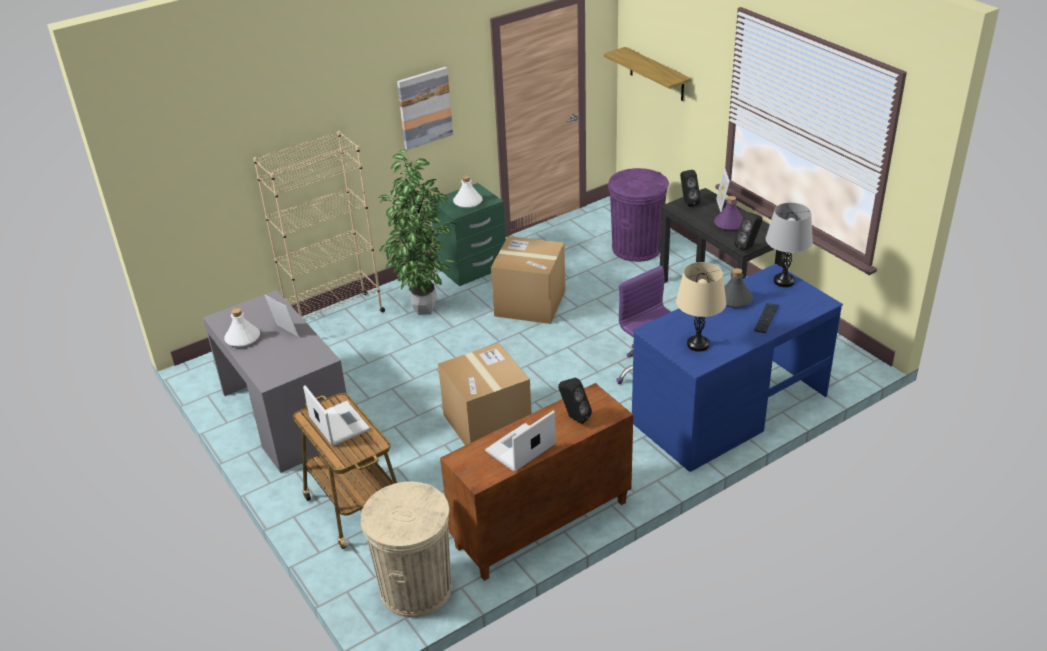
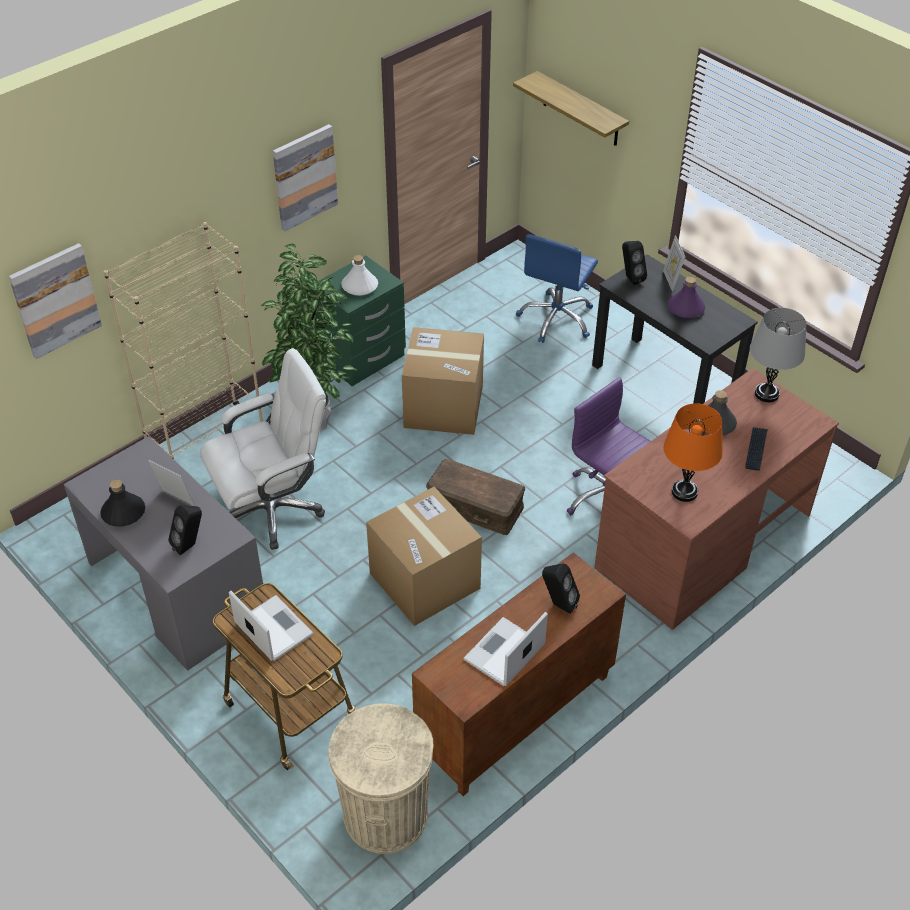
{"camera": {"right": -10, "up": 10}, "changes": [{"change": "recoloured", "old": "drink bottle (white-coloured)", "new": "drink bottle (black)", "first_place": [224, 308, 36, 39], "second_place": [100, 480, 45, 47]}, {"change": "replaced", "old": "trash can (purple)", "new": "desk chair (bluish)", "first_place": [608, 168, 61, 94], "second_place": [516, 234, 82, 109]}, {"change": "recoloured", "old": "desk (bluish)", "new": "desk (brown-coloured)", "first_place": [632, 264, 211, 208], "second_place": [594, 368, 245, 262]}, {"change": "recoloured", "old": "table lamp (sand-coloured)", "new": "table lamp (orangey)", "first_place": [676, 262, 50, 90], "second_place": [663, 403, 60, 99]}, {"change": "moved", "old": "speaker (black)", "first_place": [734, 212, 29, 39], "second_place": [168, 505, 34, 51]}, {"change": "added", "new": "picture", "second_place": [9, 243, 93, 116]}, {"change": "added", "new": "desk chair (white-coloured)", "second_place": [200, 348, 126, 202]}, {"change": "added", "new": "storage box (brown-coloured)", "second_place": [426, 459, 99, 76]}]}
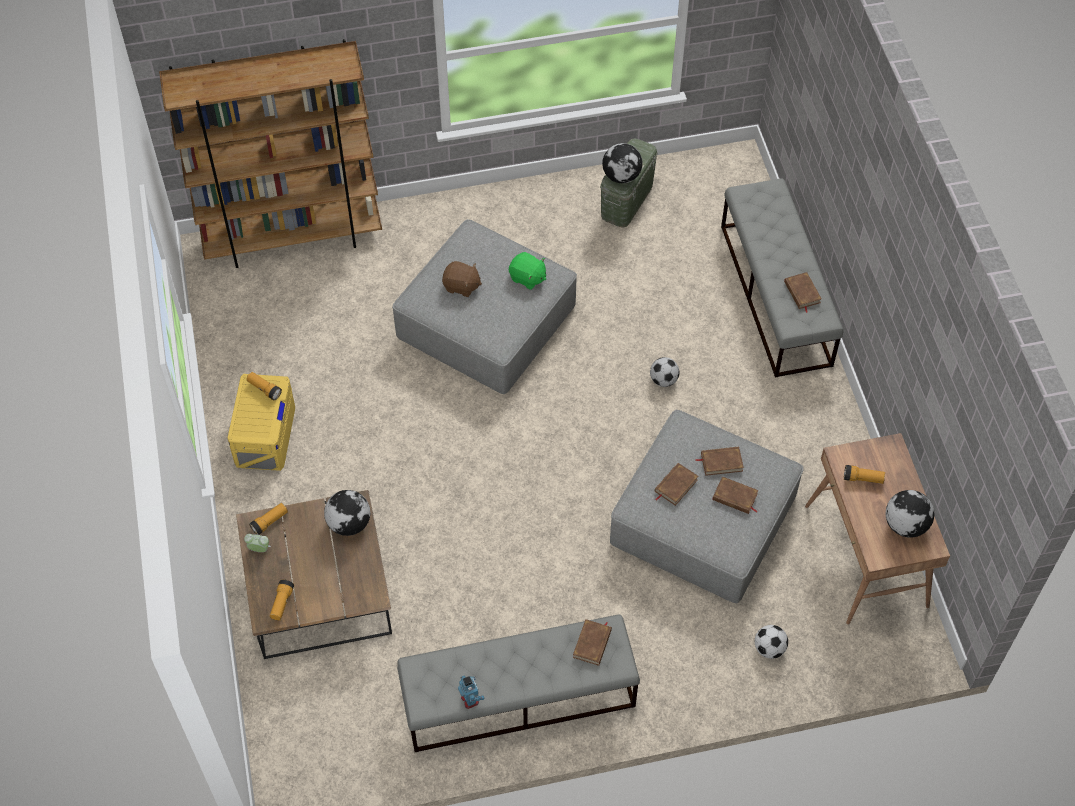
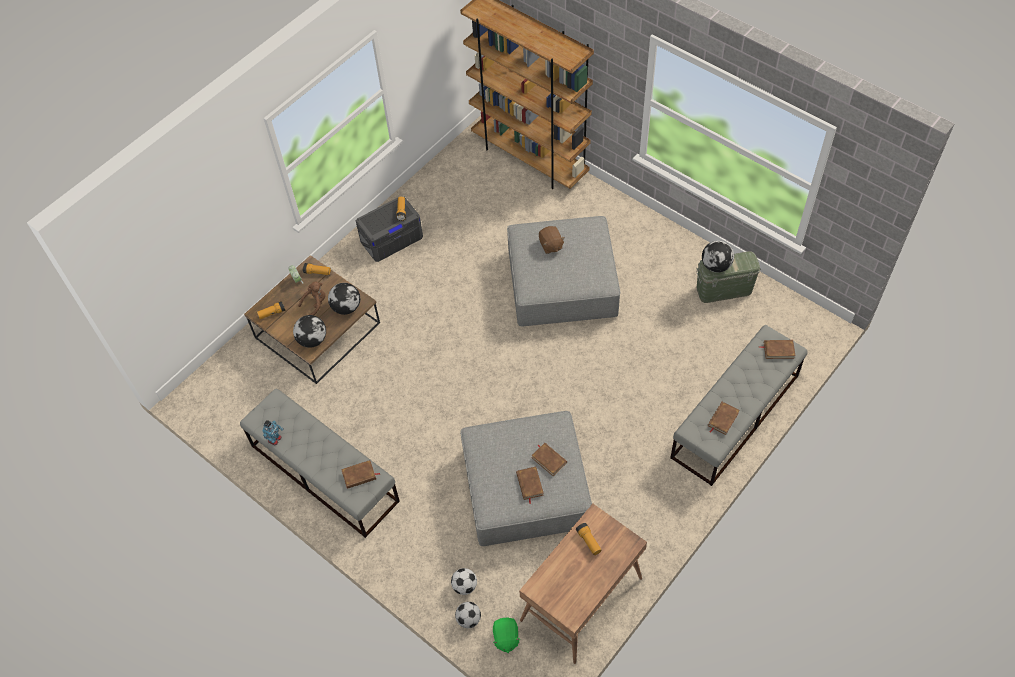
{"camera": {"right": 55, "up": 0}, "changes": [{"change": "recoloured", "old": "storage box (yellow-coloured)", "new": "storage box (greyish)", "first_place": [228, 374, 67, 97], "second_place": [356, 196, 67, 66]}, {"change": "moved", "old": "cuddly toy (green)", "first_place": [509, 252, 37, 38], "second_place": [493, 618, 27, 35]}, {"change": "moved", "old": "football", "first_place": [650, 357, 30, 30], "second_place": [455, 602, 26, 26]}, {"change": "moved", "old": "volume (brown-coloured)", "first_place": [655, 463, 44, 43], "second_place": [759, 340, 37, 19]}, {"change": "moved", "old": "globe", "first_place": [885, 490, 49, 48], "second_place": [293, 315, 33, 33]}, {"change": "added", "new": "cuddly toy (brown-coloured)", "second_place": [298, 282, 27, 33]}]}
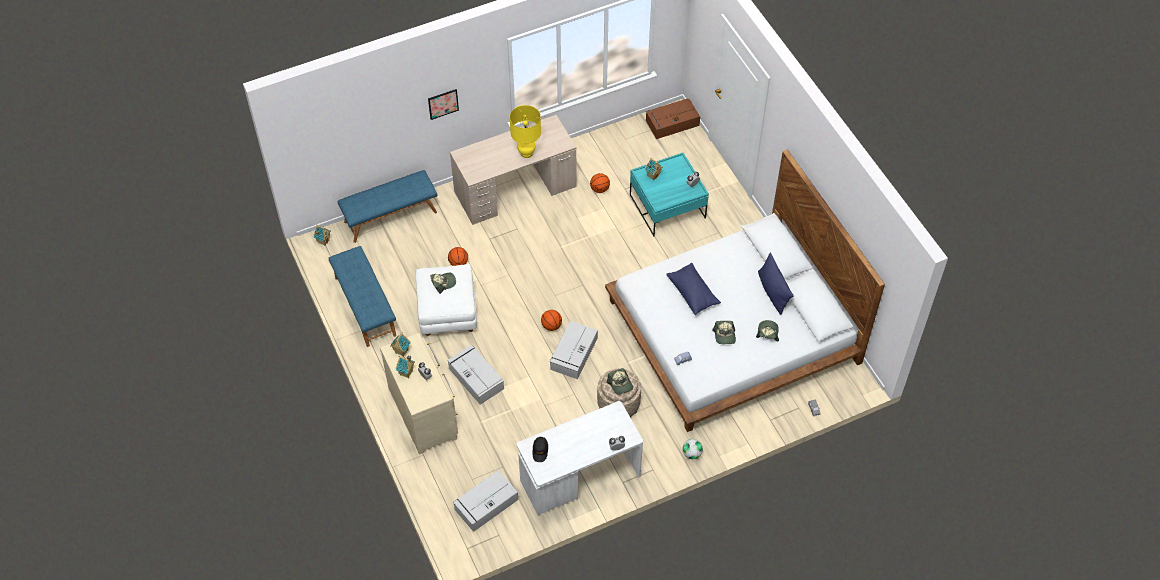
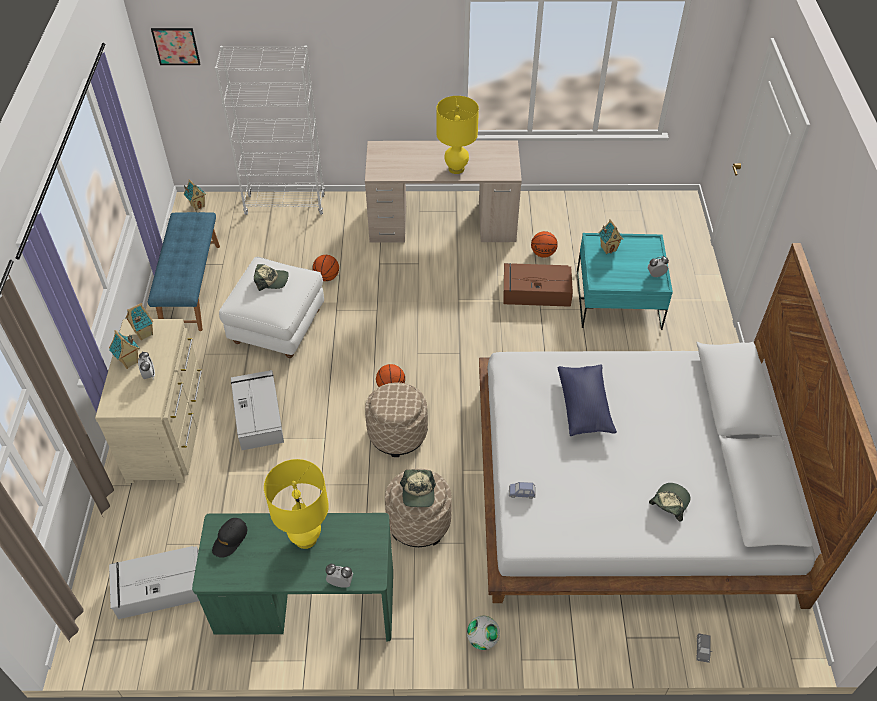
{"camera": {"right": 25, "up": -5}, "changes": [{"change": "replaced", "old": "indoor bench (bluish)", "new": "bookcase (white-coloured)", "first_place": [338, 170, 99, 73], "second_place": [215, 46, 110, 169]}, {"change": "moved", "old": "picture", "first_place": [428, 89, 31, 31], "second_place": [151, 28, 49, 37]}, {"change": "recoloured", "old": "desk (white-coloured)", "new": "desk (green)", "first_place": [517, 401, 126, 114], "second_place": [192, 513, 201, 129]}, {"change": "replaced", "old": "storage box (greyish)", "new": "pouffe (sand-coloured)", "first_place": [550, 321, 48, 58], "second_place": [365, 383, 63, 74]}, {"change": "moved", "old": "storage box (brown-coloured)", "first_place": [646, 98, 54, 41], "second_place": [504, 263, 69, 44]}, {"change": "removed", "old": "peaked cap", "first_place": [712, 321, 24, 23]}, {"change": "removed", "old": "cushion (bluish)", "first_place": [758, 253, 36, 62]}, {"change": "added", "new": "table lamp (yellow-coloured)", "second_place": [264, 459, 65, 90]}]}
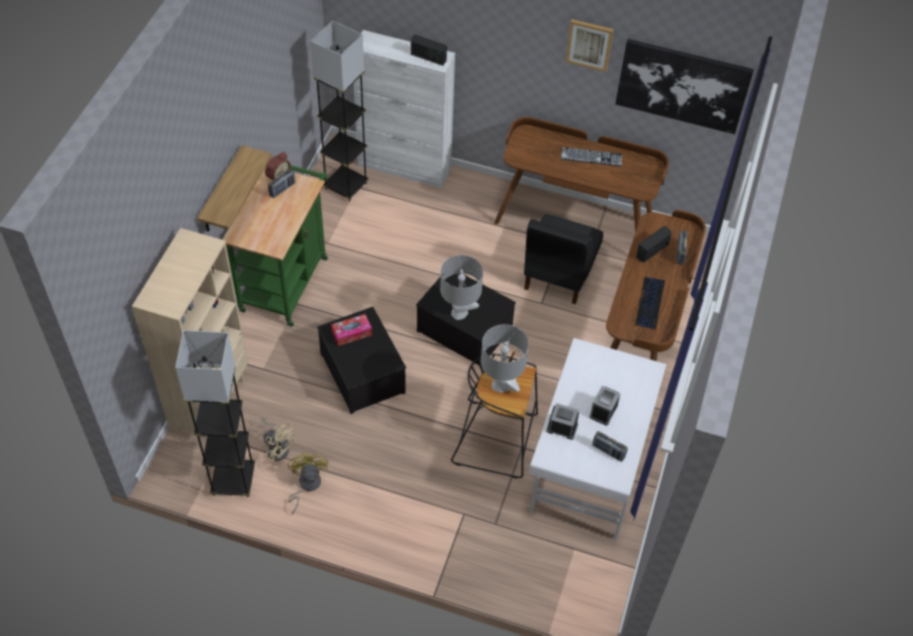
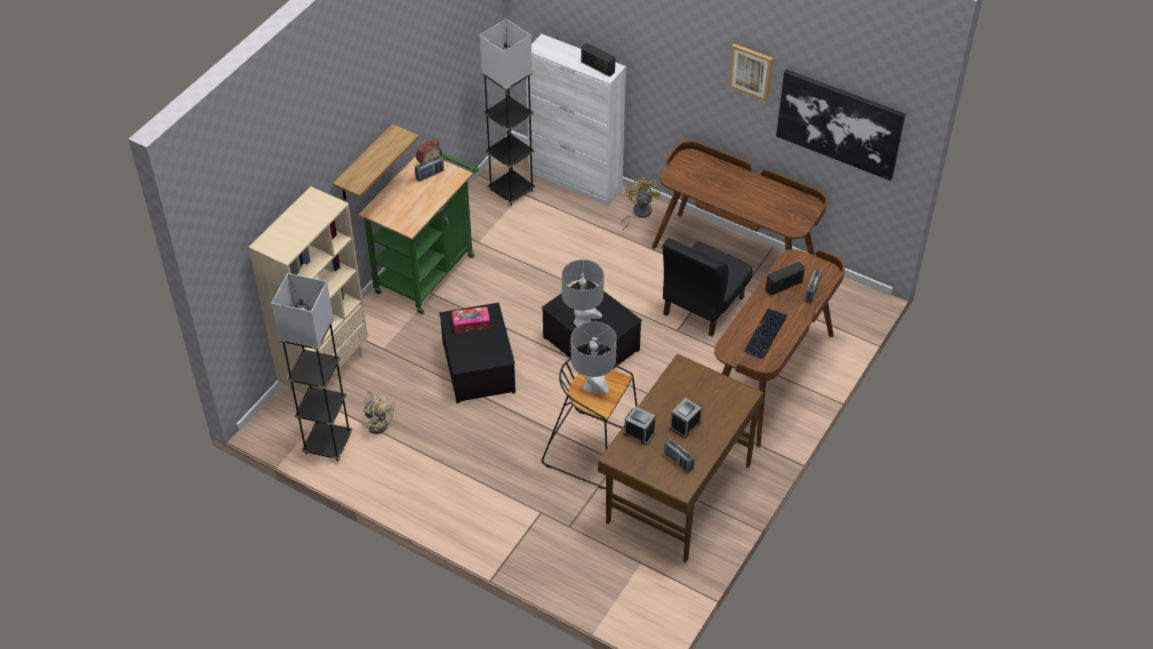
{"camera": {"right": 15, "up": -5}, "changes": [{"change": "moved", "old": "fan (yellow-coloured)", "first_place": [288, 451, 40, 64], "second_place": [621, 177, 40, 54]}, {"change": "recoloured", "old": "desk (white-coloured)", "new": "desk (brown-coloured)", "first_place": [529, 338, 138, 202], "second_place": [598, 354, 165, 209]}, {"change": "removed", "old": "PC keyboard", "first_place": [561, 147, 61, 19]}]}
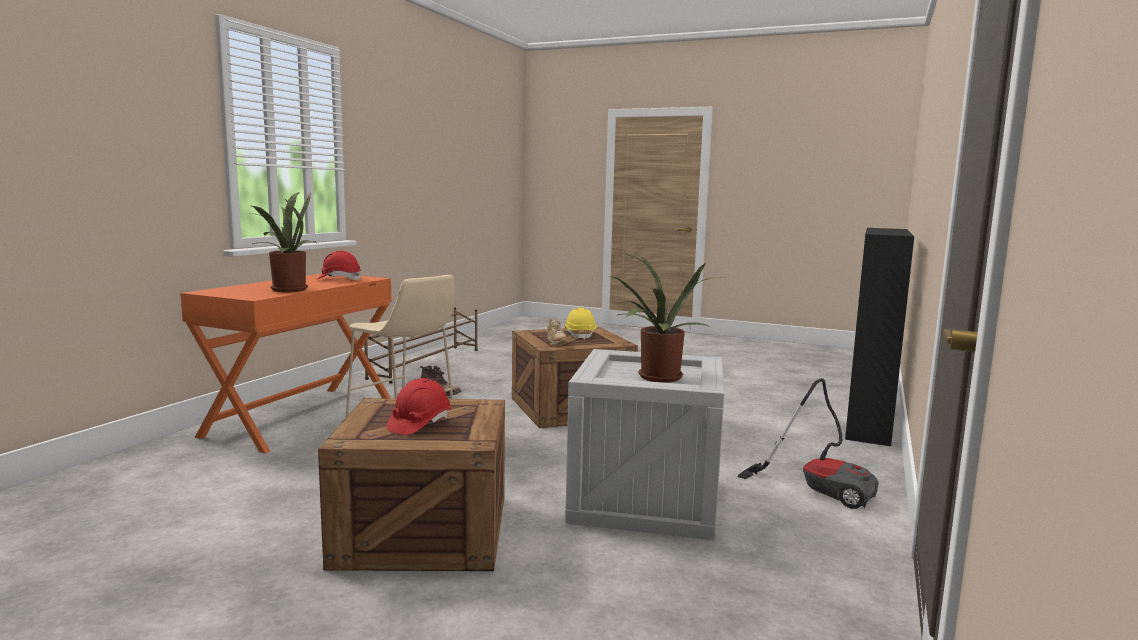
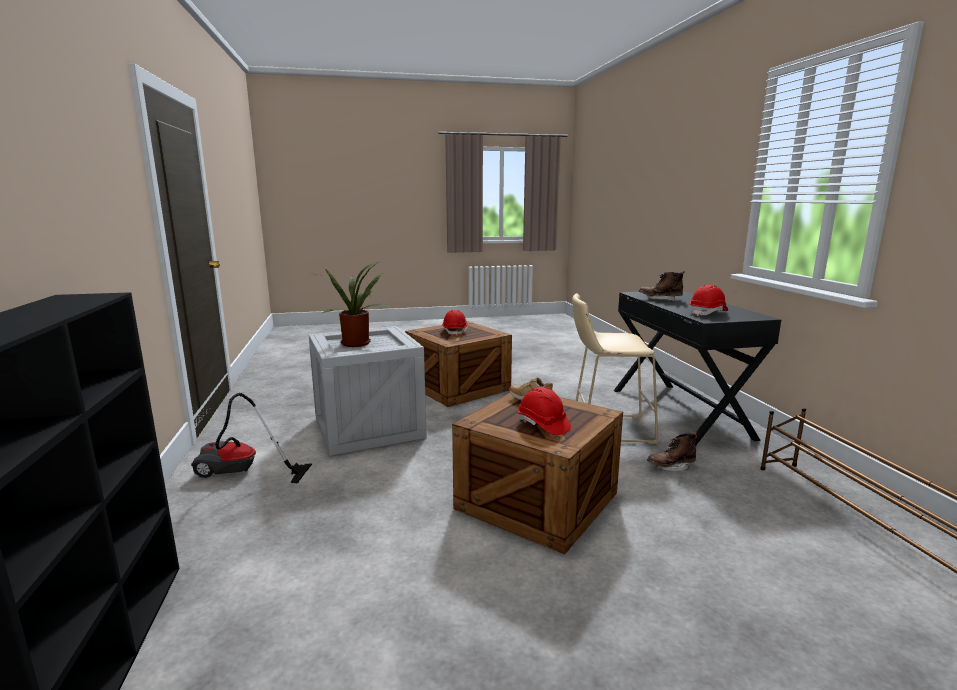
{"camera": {"right": 145, "up": 5}, "changes": [{"change": "recoloured", "old": "desk (orangey)", "new": "desk (black)", "first_place": [180, 274, 212, 179], "second_place": [614, 291, 167, 155]}, {"change": "replaced", "old": "plant in a pot", "new": "high-top boot (brown-coloured)", "first_place": [251, 192, 65, 100], "second_place": [639, 271, 46, 30]}, {"change": "recoloured", "old": "safety helmet (yellow-coloured)", "new": "safety helmet (reddish)", "first_place": [565, 308, 32, 32], "second_place": [518, 387, 53, 48]}]}
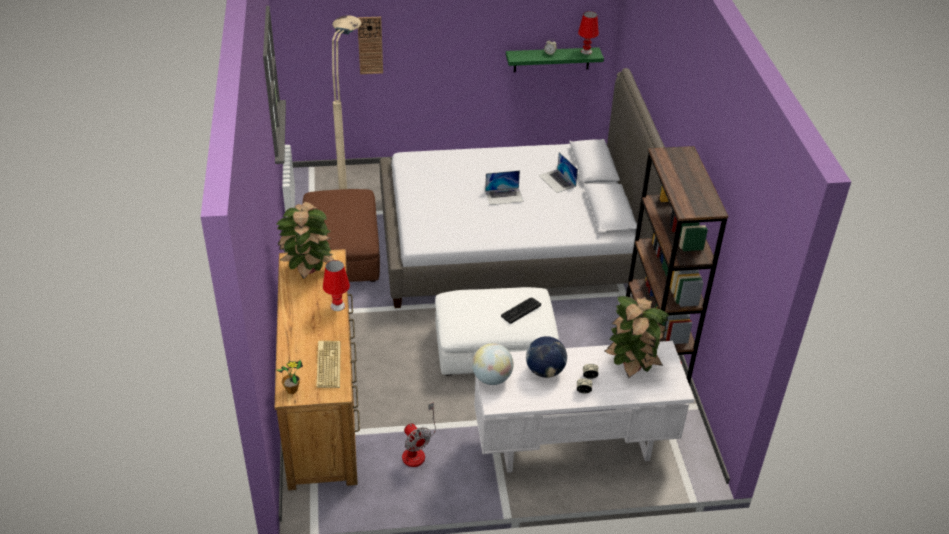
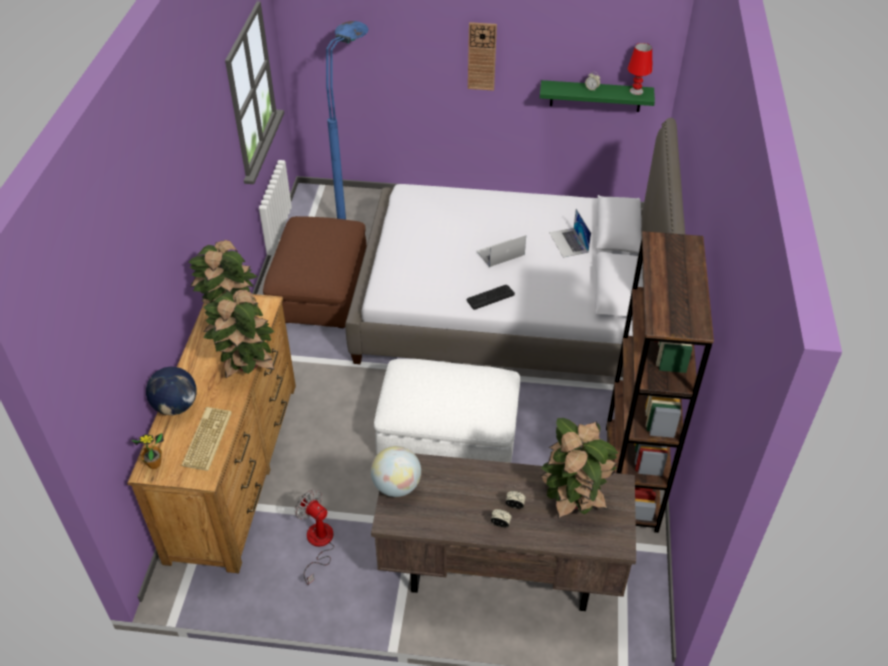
{"camera": {"right": 15, "up": 5}, "changes": [{"change": "replaced", "old": "table lamp (reddish)", "new": "plant in a pot", "first_place": [323, 260, 27, 51], "second_place": [203, 289, 71, 89]}, {"change": "recoloured", "old": "floor lamp (sand-coloured)", "new": "floor lamp (bluish)", "first_place": [332, 15, 29, 174], "second_place": [326, 21, 42, 199]}, {"change": "moved", "old": "wall clock", "first_place": [357, 17, 26, 57], "second_place": [468, 22, 29, 69]}, {"change": "turned", "old": "fan", "first_place": [402, 402, 34, 65], "second_place": [295, 490, 39, 95], "degrees": 150}, {"change": "recoloured", "old": "desk (white-coloured)", "new": "desk (brown-coloured)", "first_place": [474, 341, 220, 132], "second_place": [371, 453, 265, 158]}, {"change": "turned", "old": "notebook computer", "first_place": [485, 170, 39, 35], "second_place": [477, 235, 49, 32], "degrees": 150}, {"change": "moved", "old": "PC keyboard", "first_place": [501, 298, 40, 26], "second_place": [467, 285, 48, 25]}, {"change": "moved", "old": "globe", "first_place": [526, 336, 41, 42], "second_place": [146, 367, 51, 48]}]}
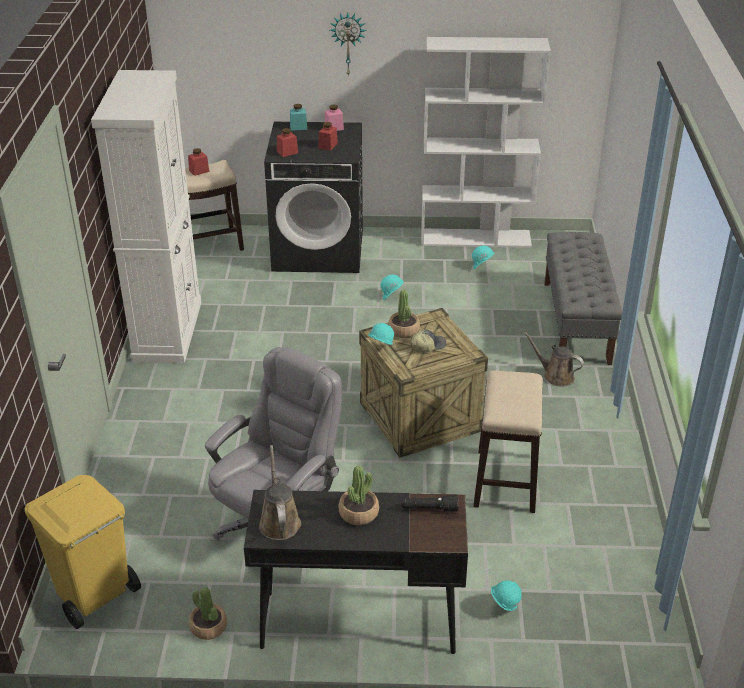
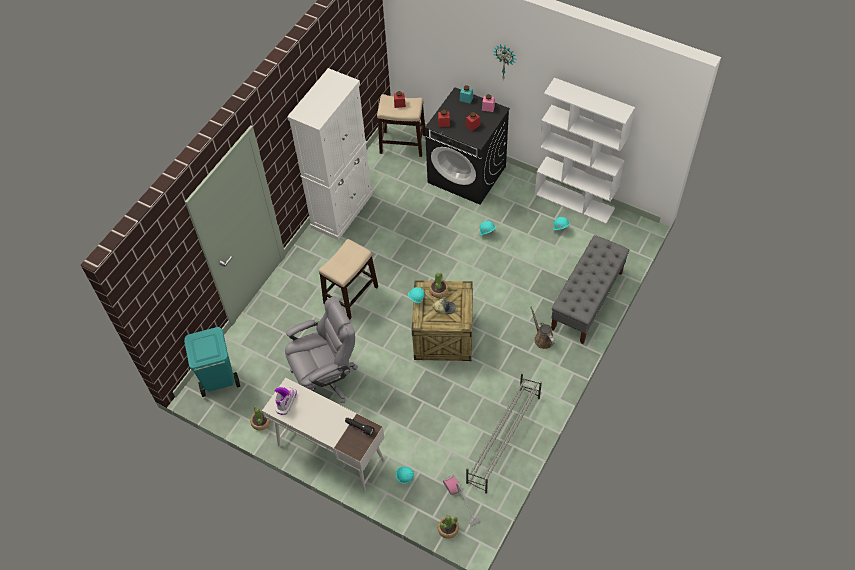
{"camera": {"right": 30, "up": 20}, "changes": [{"change": "recoloured", "old": "trash can (yellow-coloured)", "new": "trash can (turquoise)", "first_place": [24, 475, 117, 154], "second_place": [184, 327, 56, 70]}, {"change": "recoloured", "old": "desk (black)", "new": "desk (white-coloured)", "first_place": [244, 490, 224, 164], "second_place": [262, 378, 123, 114]}, {"change": "replaced", "old": "sprinkling can (brown-coloured)", "new": "high-top boot", "first_place": [259, 445, 42, 95], "second_place": [274, 387, 23, 28]}, {"change": "moved", "old": "plant in a pot", "first_place": [339, 466, 40, 59], "second_place": [437, 515, 22, 23]}, {"change": "moved", "old": "stool", "first_place": [473, 370, 70, 143], "second_place": [319, 239, 59, 81]}, {"change": "added", "new": "vacuum cleaner", "second_place": [443, 475, 38, 52]}, {"change": "added", "new": "shoe shelf (greyish)", "second_place": [466, 372, 76, 122]}]}
